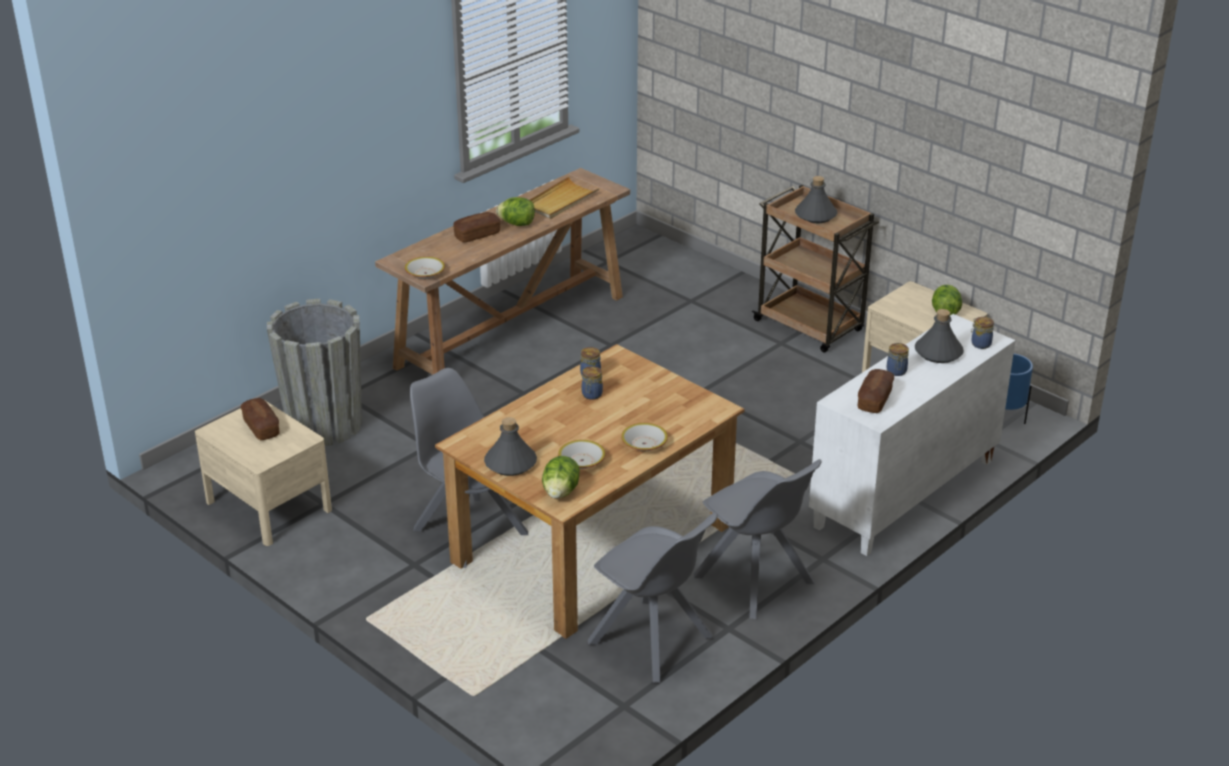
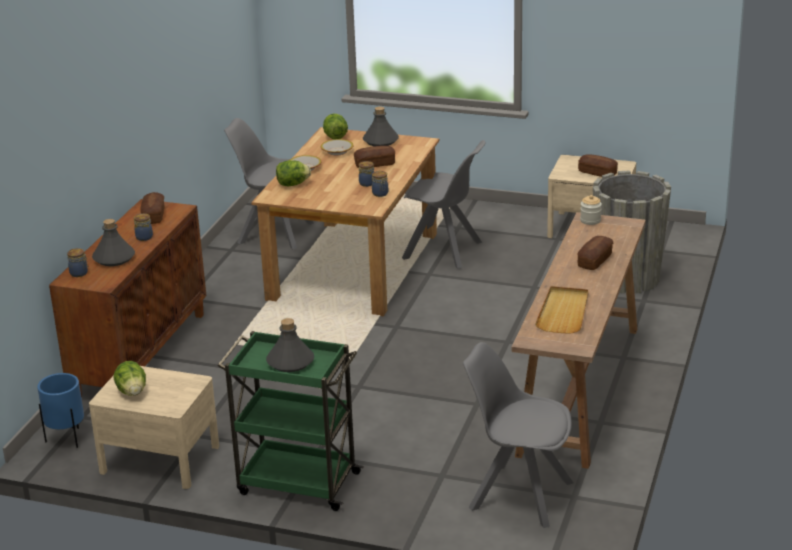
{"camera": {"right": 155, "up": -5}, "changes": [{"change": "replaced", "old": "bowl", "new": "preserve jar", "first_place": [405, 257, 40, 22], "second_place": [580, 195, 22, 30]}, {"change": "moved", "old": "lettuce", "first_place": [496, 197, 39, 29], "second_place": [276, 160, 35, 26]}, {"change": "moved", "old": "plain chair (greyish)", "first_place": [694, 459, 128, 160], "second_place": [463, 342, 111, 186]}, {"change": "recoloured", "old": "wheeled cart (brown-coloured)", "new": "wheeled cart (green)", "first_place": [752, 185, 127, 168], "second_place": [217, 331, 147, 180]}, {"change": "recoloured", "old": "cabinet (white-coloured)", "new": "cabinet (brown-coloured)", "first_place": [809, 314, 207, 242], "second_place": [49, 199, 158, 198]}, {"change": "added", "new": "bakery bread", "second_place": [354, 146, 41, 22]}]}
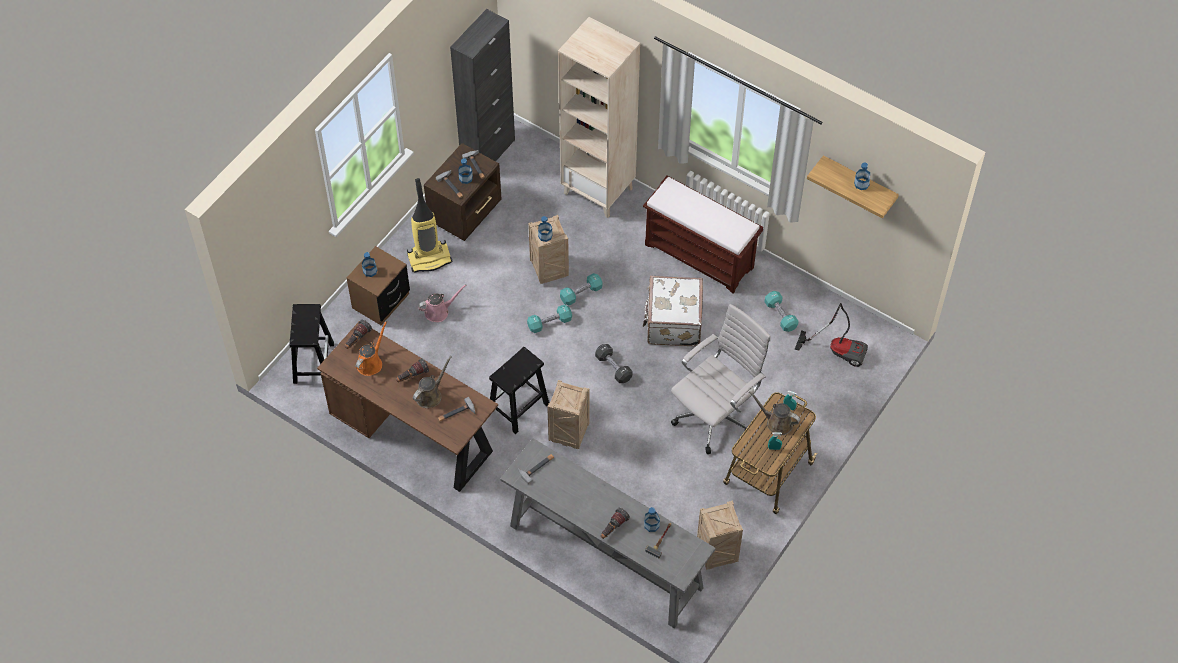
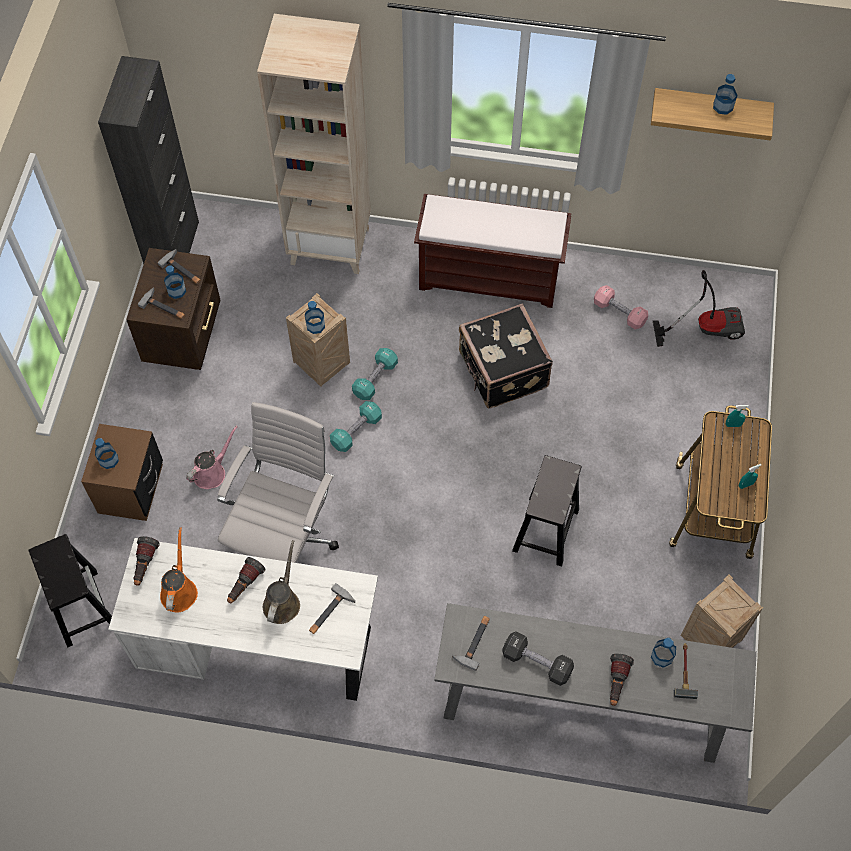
{"camera": {"right": -25, "up": 5}, "changes": [{"change": "recoloured", "old": "desk (brown-coloured)", "new": "desk (white-coloured)", "first_place": [317, 322, 181, 170], "second_place": [108, 538, 270, 163]}, {"change": "removed", "old": "vacuum cleaner", "first_place": [407, 178, 45, 95]}, {"change": "moved", "old": "stool (black)", "first_place": [489, 347, 60, 87], "second_place": [512, 455, 70, 111]}, {"change": "removed", "old": "shipping crate", "first_place": [547, 380, 42, 69]}, {"change": "moved", "old": "free weight (black)", "first_place": [595, 344, 37, 39], "second_place": [502, 631, 72, 55]}, {"change": "recoloured", "old": "travel case (white-coloured)", "new": "travel case (black)", "first_place": [643, 276, 60, 70], "second_place": [459, 304, 94, 104]}, {"change": "moved", "old": "desk chair (white-coloured)", "first_place": [671, 304, 100, 150], "second_place": [217, 402, 122, 161]}, {"change": "removed", "old": "sprinkling can (brown-coloured)", "first_place": [749, 391, 51, 44]}, {"change": "recoloured", "old": "free weight (turquoise)", "new": "free weight (pinkish)", "first_place": [764, 291, 34, 41], "second_place": [594, 285, 54, 44]}]}
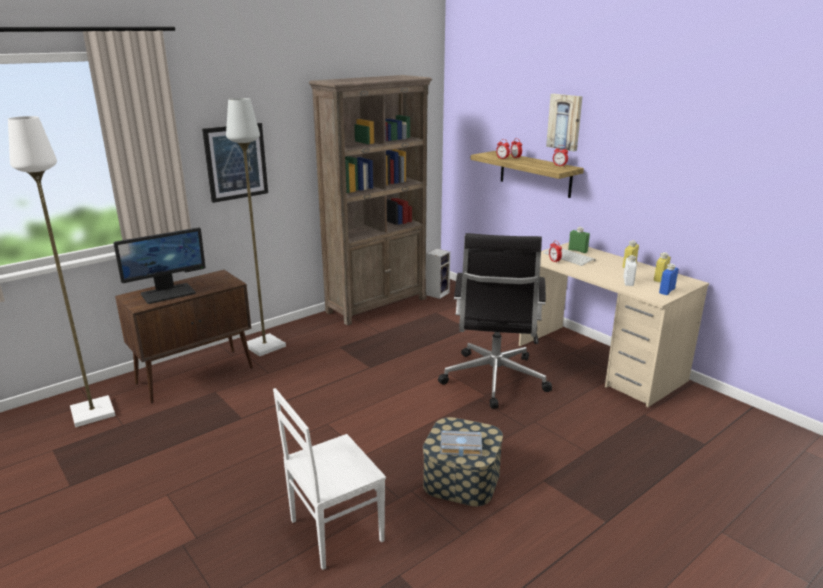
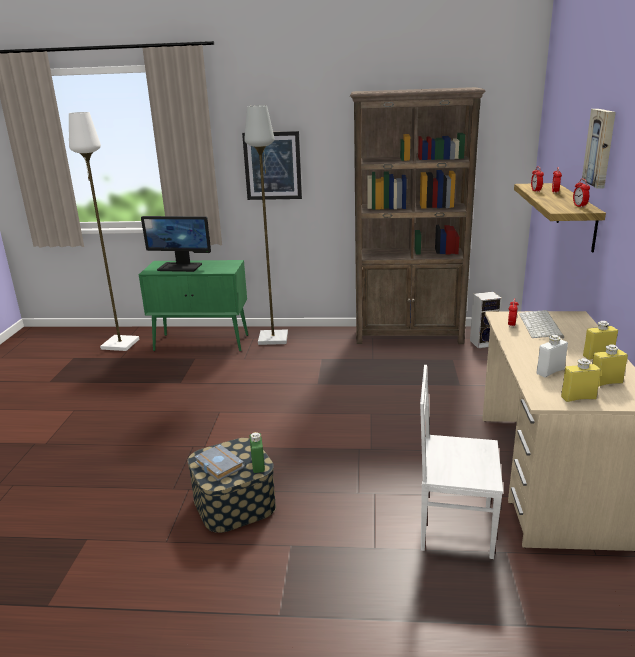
{"camera": {"right": 45, "up": 0}, "changes": [{"change": "recoloured", "old": "cabinet (brown-coloured)", "new": "cabinet (green)", "first_place": [115, 270, 138, 133], "second_place": [139, 260, 109, 91]}, {"change": "moved", "old": "plain chair (white-coloured)", "first_place": [273, 388, 113, 182], "second_place": [420, 365, 83, 194]}, {"change": "removed", "old": "desk chair (black)", "first_place": [438, 233, 114, 176]}, {"change": "moved", "old": "drink bottle (green)", "first_place": [568, 227, 22, 26], "second_place": [250, 432, 15, 41]}, {"change": "recoloured", "old": "drink bottle (bluish)", "new": "drink bottle (yellow-coloured)", "first_place": [659, 263, 19, 32], "second_place": [561, 358, 40, 44]}]}
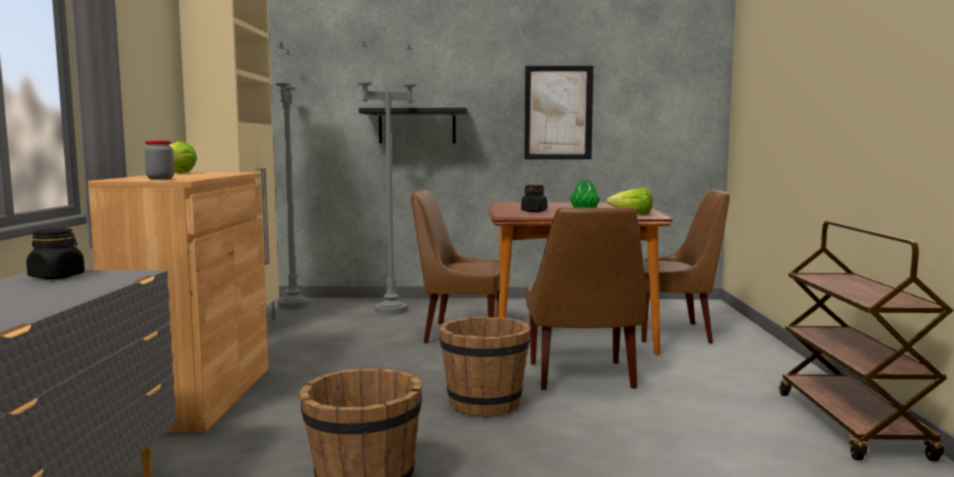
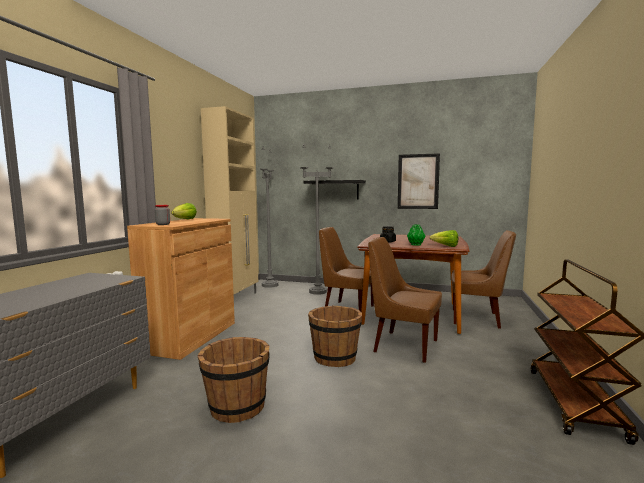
{"camera": {"right": 15, "up": 0}, "changes": [{"change": "removed", "old": "preserve jar (black)", "first_place": [26, 228, 59, 51]}, {"change": "turned", "old": "plain chair (brown-coloured)", "first_place": [525, 207, 121, 183], "second_place": [368, 237, 74, 126], "degrees": 105}]}
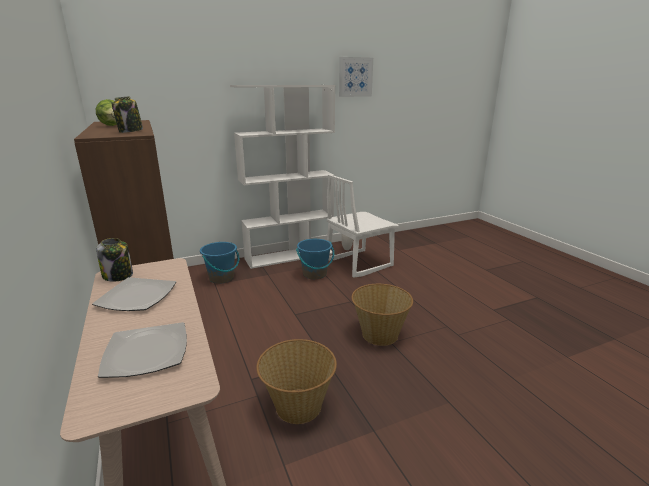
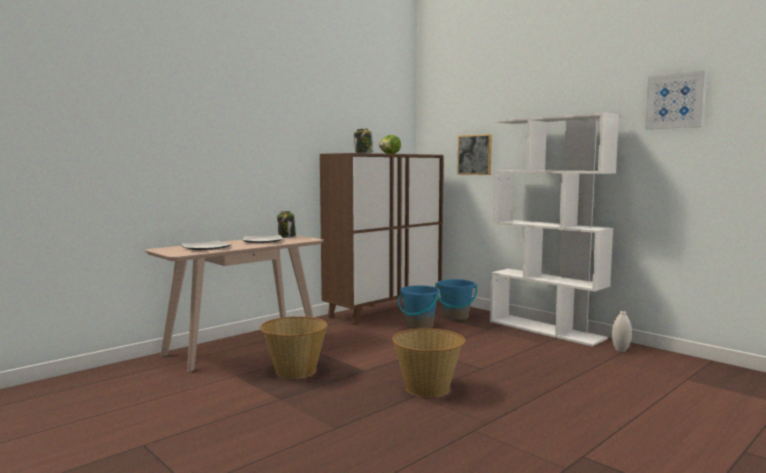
{"camera": {"right": 70, "up": -15}, "changes": [{"change": "moved", "old": "pail (bluish)", "first_place": [296, 239, 38, 40], "second_place": [398, 285, 42, 44]}, {"change": "removed", "old": "plain chair (white-coloured)", "first_place": [327, 174, 72, 103]}, {"change": "added", "new": "picture", "second_place": [457, 134, 35, 41]}]}
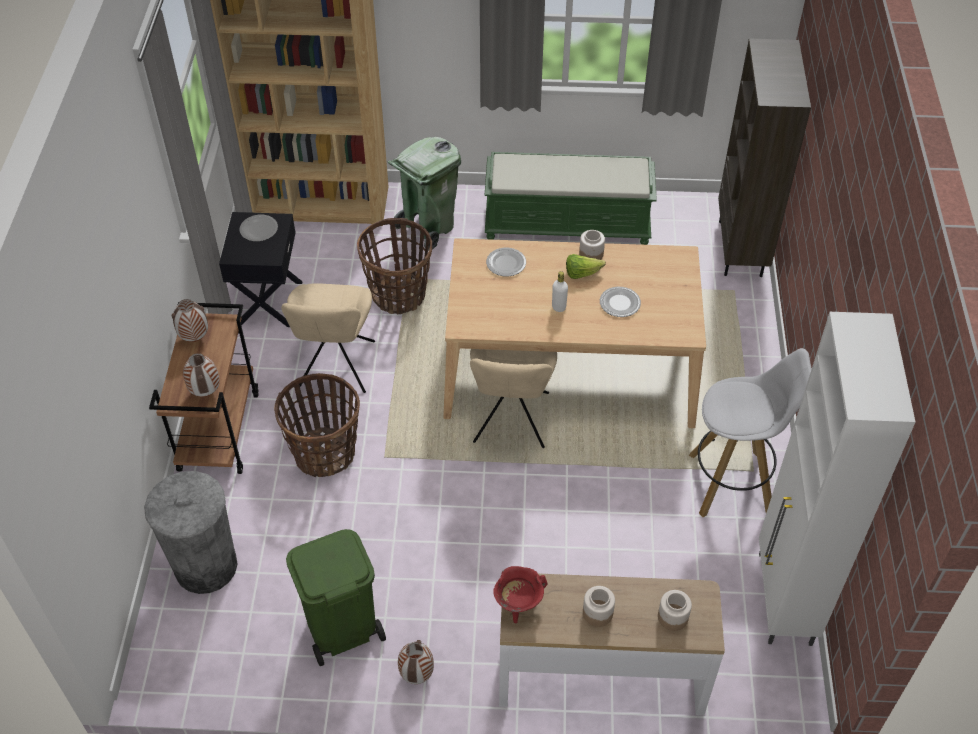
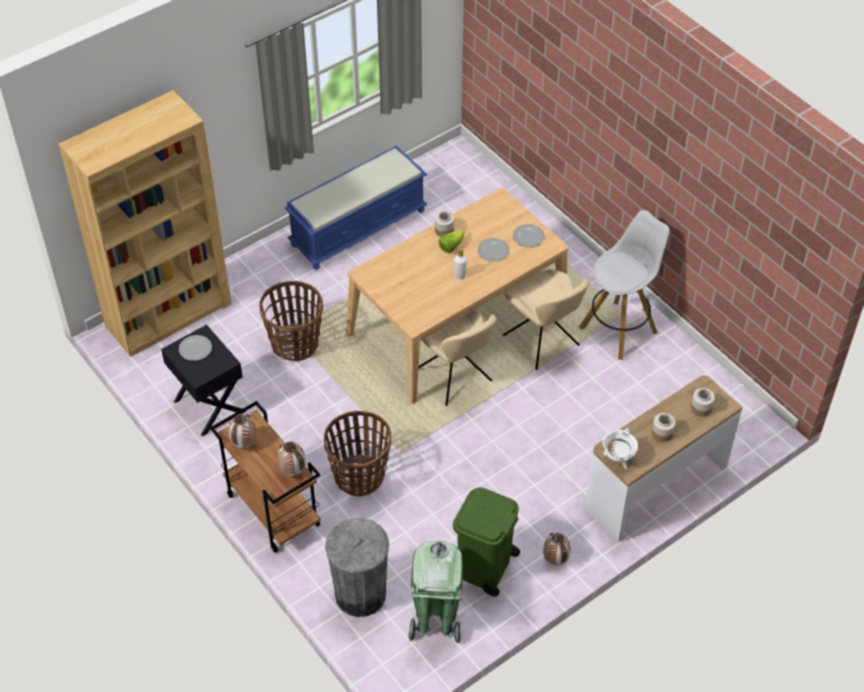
{"camera": {"right": -40, "up": 0}, "changes": [{"change": "moved", "old": "plain chair (sand-coloured)", "first_place": [281, 284, 94, 109], "second_place": [503, 269, 86, 101]}, {"change": "moved", "old": "trash can (green)", "first_place": [388, 137, 73, 114], "second_place": [409, 541, 54, 102]}, {"change": "recoloured", "old": "indoor bench (green)", "new": "indoor bench (bluish)", "first_place": [485, 152, 172, 93], "second_place": [284, 146, 143, 124]}, {"change": "moved", "old": "flat dish", "first_place": [486, 248, 40, 28], "second_place": [513, 224, 32, 23]}, {"change": "recoloured", "old": "stockpot (reddish)", "new": "stockpot (white-coloured)", "first_place": [494, 566, 54, 58], "second_place": [602, 428, 36, 41]}, {"change": "removed", "old": "bookcase (brown-coloured)", "first_place": [718, 39, 93, 238]}, {"change": "removed", "old": "cabinet (white-coloured)", "first_place": [759, 312, 156, 334]}]}
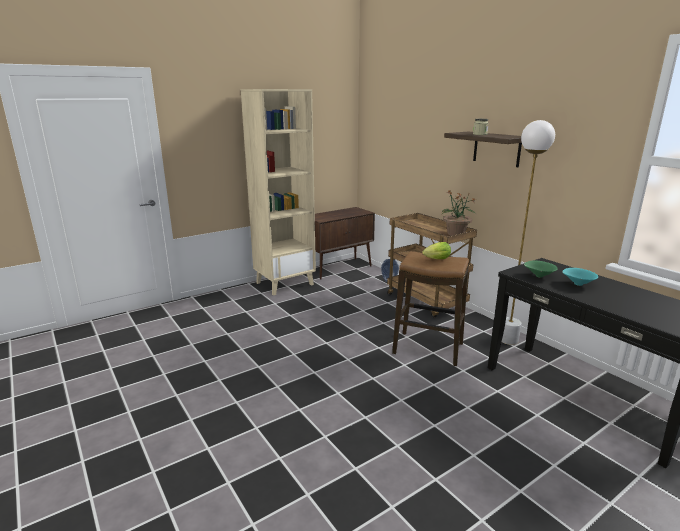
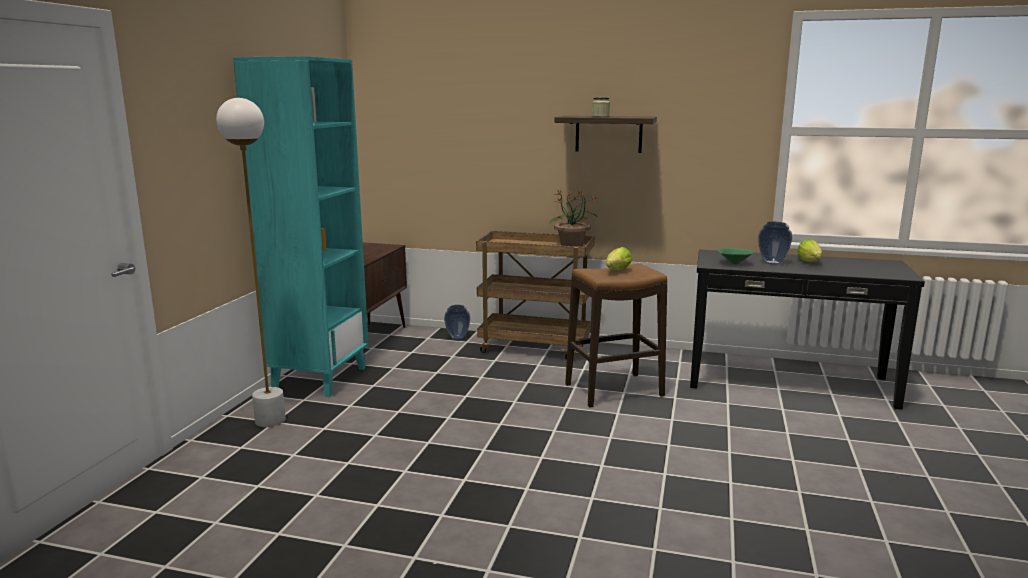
{"camera": {"right": -40, "up": -5}, "changes": [{"change": "recoloured", "old": "bookcase (sand-coloured)", "new": "bookcase (turquoise)", "first_place": [241, 89, 75, 207], "second_place": [233, 56, 136, 341]}, {"change": "moved", "old": "floor lamp (white-coloured)", "first_place": [502, 120, 53, 225], "second_place": [216, 98, 70, 329]}, {"change": "replaced", "old": "bowl (turquoise)", "new": "flower vase", "first_place": [562, 268, 36, 18], "second_place": [758, 222, 34, 42]}, {"change": "added", "new": "lettuce", "second_place": [797, 239, 25, 23]}]}
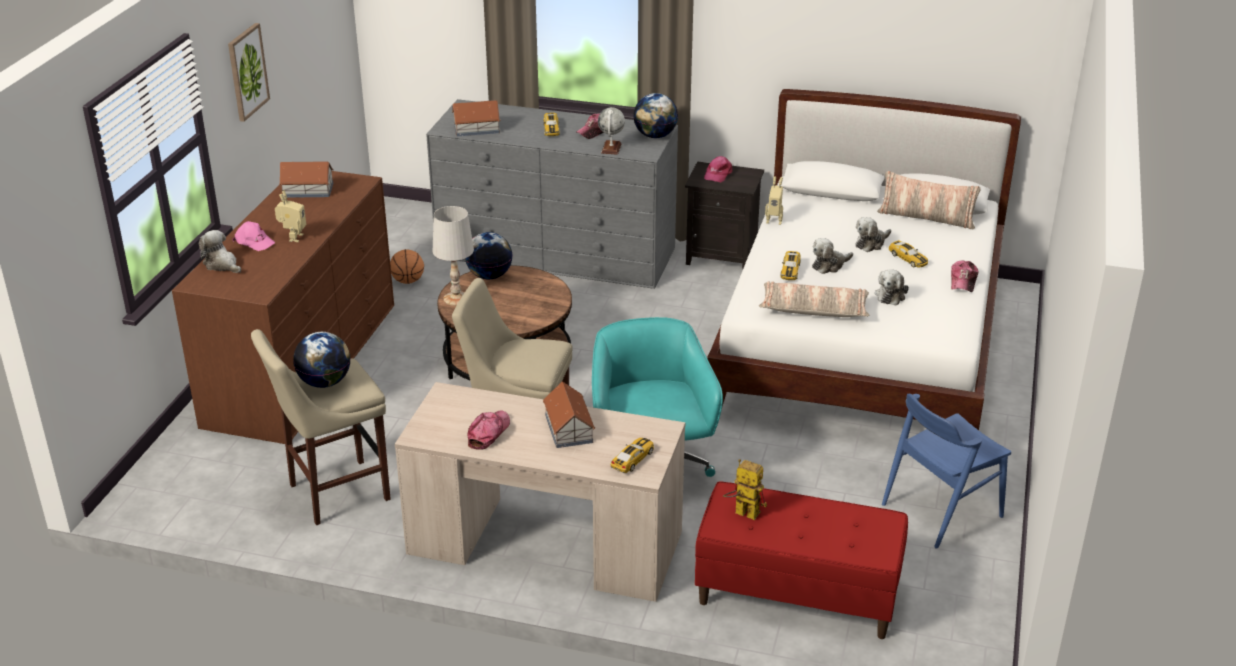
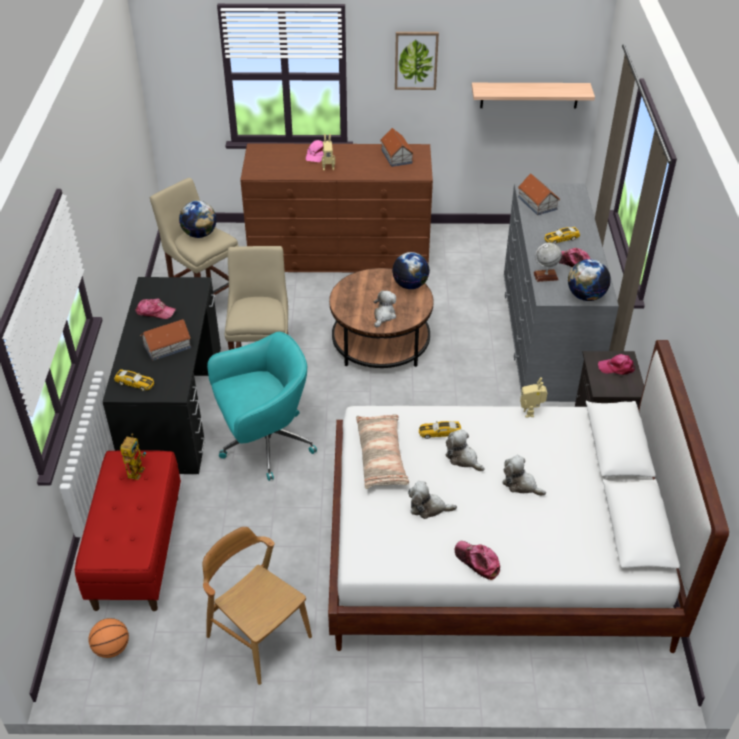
{"camera": {"right": 75, "up": 10}, "changes": [{"change": "moved", "old": "cuddly toy", "first_place": [199, 230, 42, 43], "second_place": [374, 290, 22, 38]}, {"change": "moved", "old": "basketball ball", "first_place": [390, 249, 34, 35], "second_place": [89, 618, 40, 40]}, {"change": "recoloured", "old": "desk (sand-coloured)", "new": "desk (black)", "first_place": [395, 382, 290, 220], "second_place": [103, 277, 118, 197]}, {"change": "removed", "old": "table lamp (white-coloured)", "first_place": [433, 206, 41, 100]}, {"change": "removed", "old": "cushion", "first_place": [877, 171, 104, 59]}, {"change": "recoloured", "old": "plain chair (bluish)", "new": "plain chair (brown-coloured)", "first_place": [882, 394, 129, 155], "second_place": [202, 527, 110, 158]}, {"change": "removed", "old": "model car", "first_place": [889, 240, 39, 28]}, {"change": "turned", "old": "peaked cap", "first_place": [951, 261, 28, 31], "second_place": [455, 541, 45, 39], "degrees": 45}, {"change": "added", "new": "bracket shelf", "second_place": [472, 83, 123, 26]}]}
